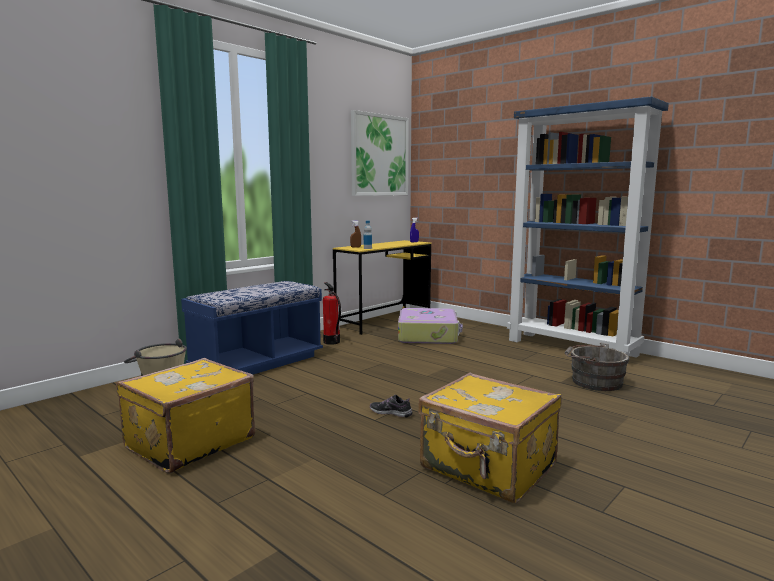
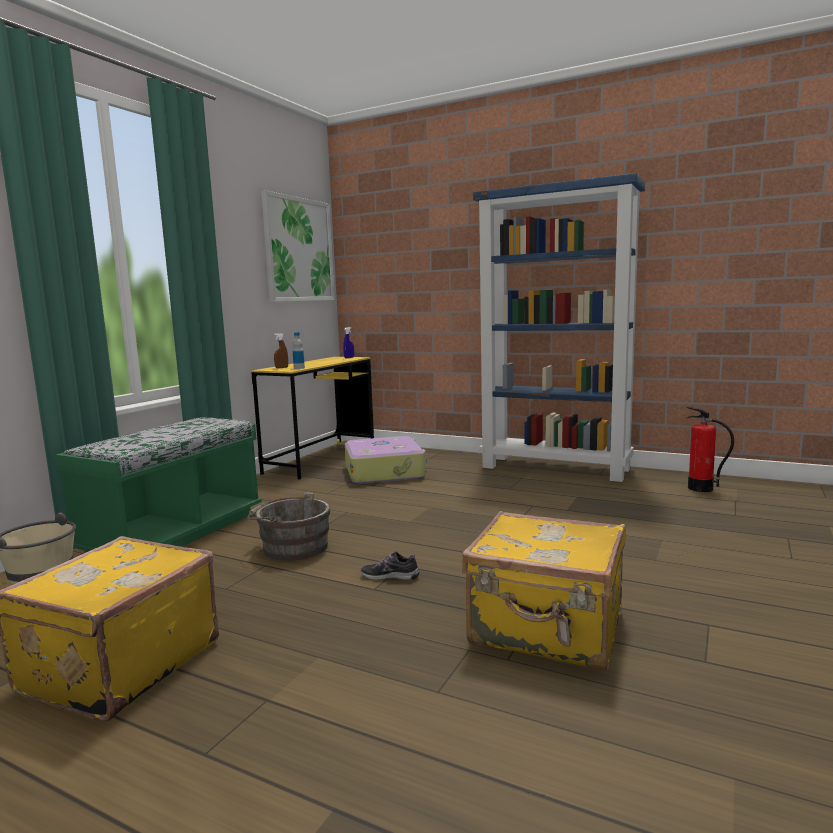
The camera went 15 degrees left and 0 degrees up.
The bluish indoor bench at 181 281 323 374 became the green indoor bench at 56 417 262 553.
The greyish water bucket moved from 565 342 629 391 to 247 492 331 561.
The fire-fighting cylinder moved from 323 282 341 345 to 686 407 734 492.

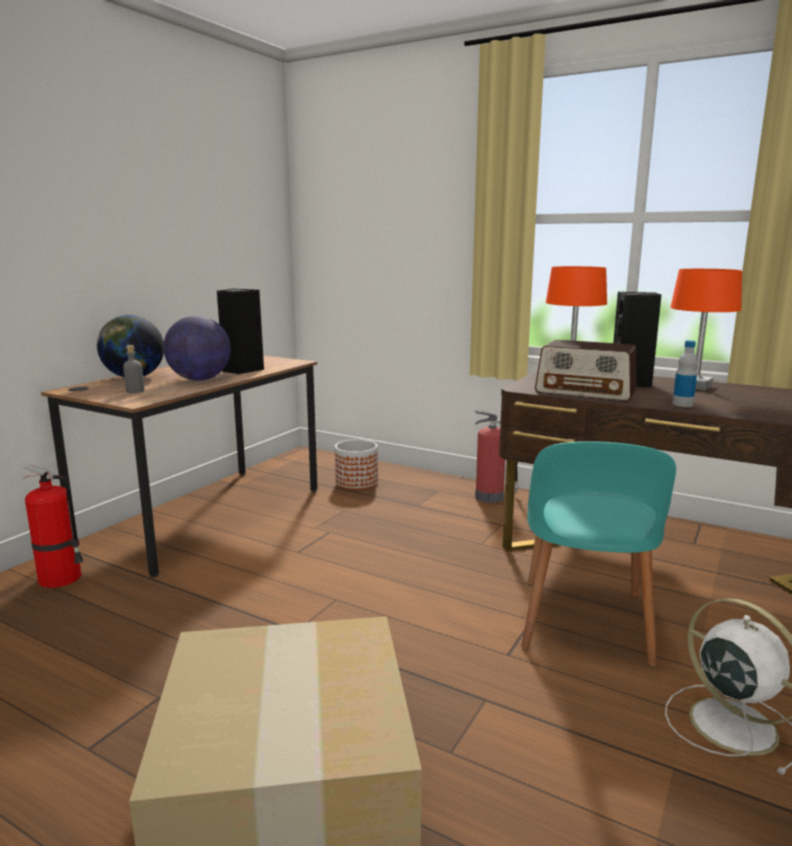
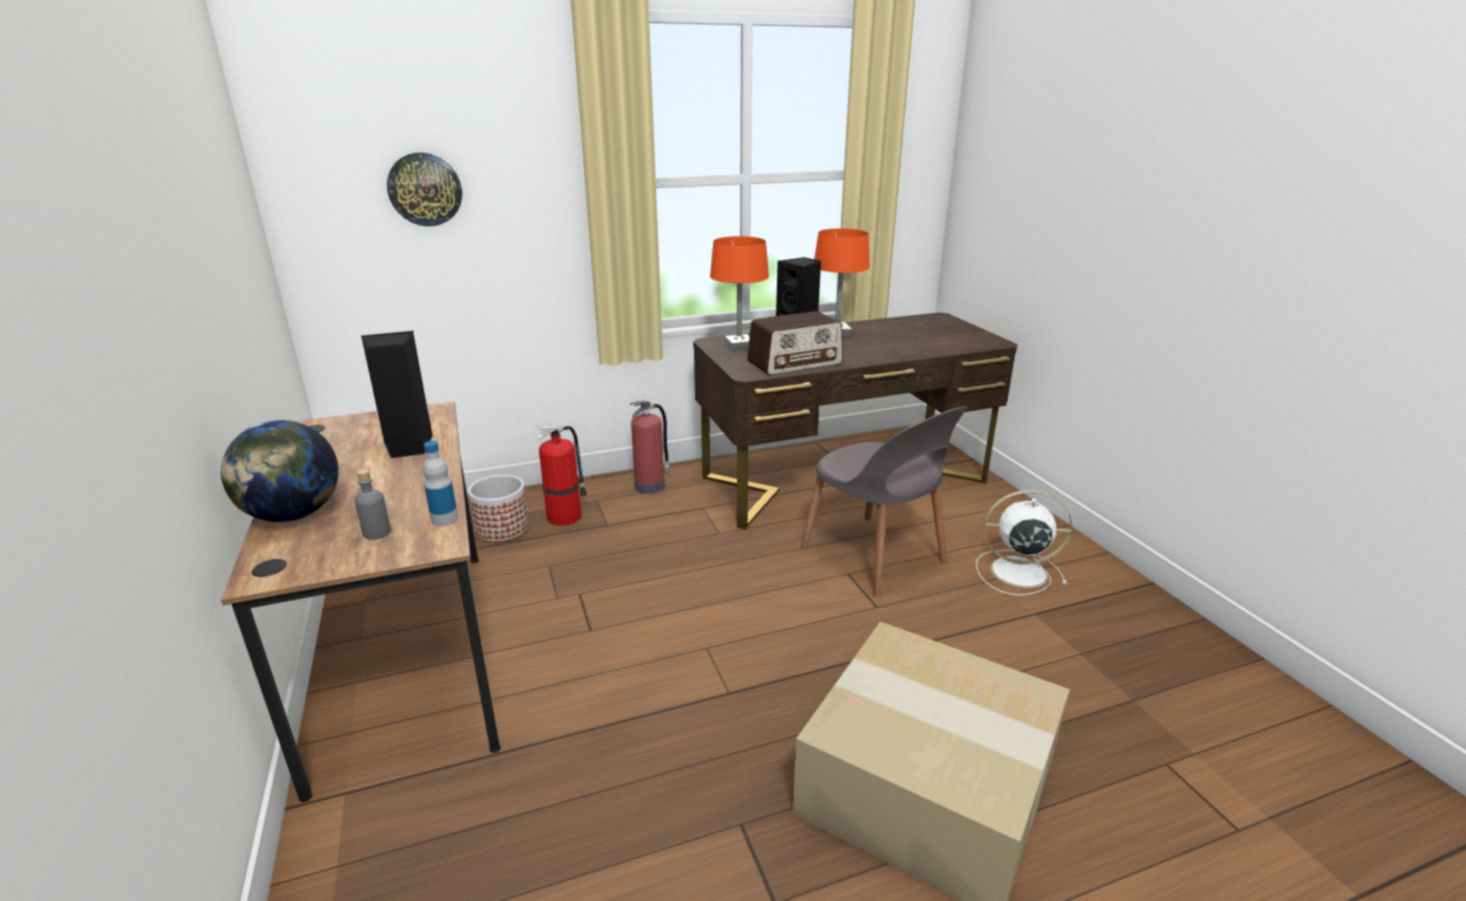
The camera went 50 degrees left and 10 degrees up.
The hanging clock at 387 152 462 226 appeared.
The bottle moved from 672 340 698 407 to 423 441 458 526.
The fire-fighting cylinder moved from 22 465 83 588 to 535 426 587 526.
The blue-green chair at 521 441 676 667 became the greyish chair at 801 406 968 597.
The world globe at 163 316 231 381 disappeared.

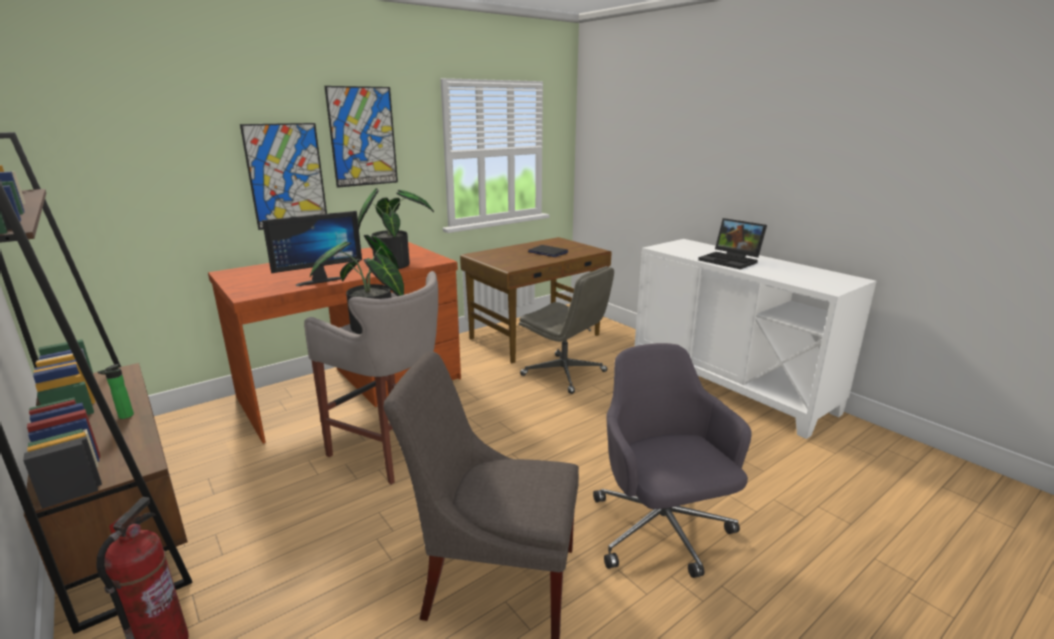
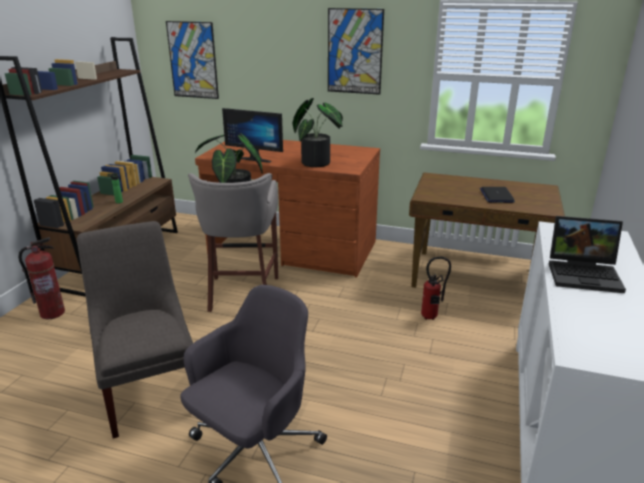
The camera went 55 degrees right and 5 degrees up.
The picture moved from 240 123 327 230 to 166 21 219 99.
The greyish computer chair at 519 266 614 394 was replaced by the fire-fighting cylinder at 421 257 451 320.
The laptop at 698 218 767 270 turned 90 degrees counterclockwise.

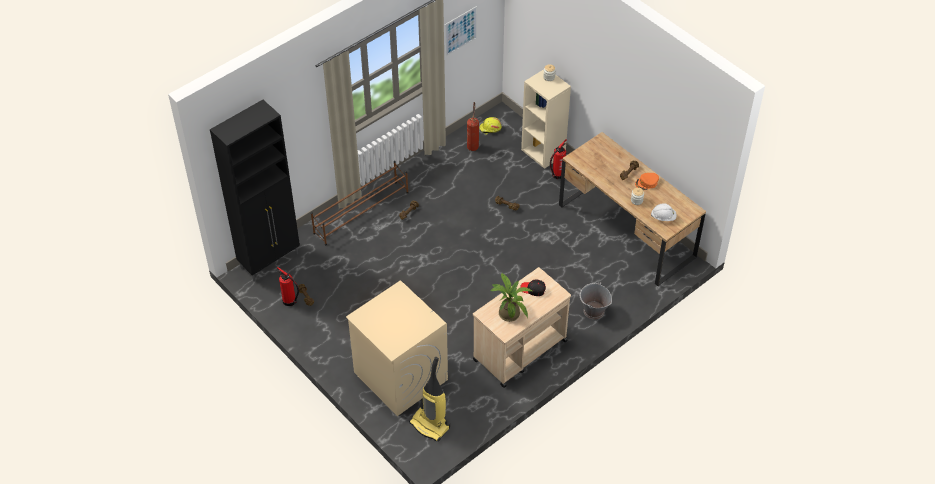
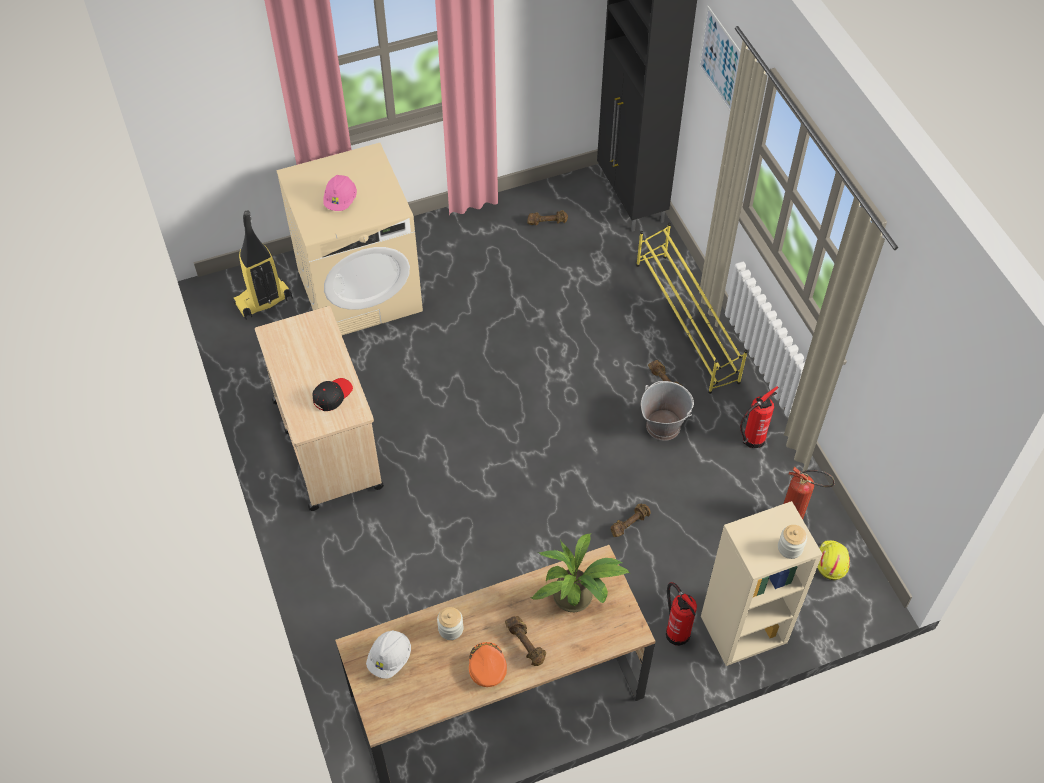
The camera went 110 degrees right and 5 degrees up.
The pinkish safety helmet at 323 175 357 211 appeared.
The plant in a pot moved from 490 273 532 322 to 530 534 630 612.
The brown-coloured shoe shelf at 311 161 409 245 became the yellow-coloured shoe shelf at 636 223 748 394.
The greyish water bucket moved from 580 282 612 320 to 641 381 694 441.
The picture moved from 445 6 477 57 to 699 6 741 111.
The fire-fighting cylinder moved from 277 267 299 306 to 740 386 779 448.

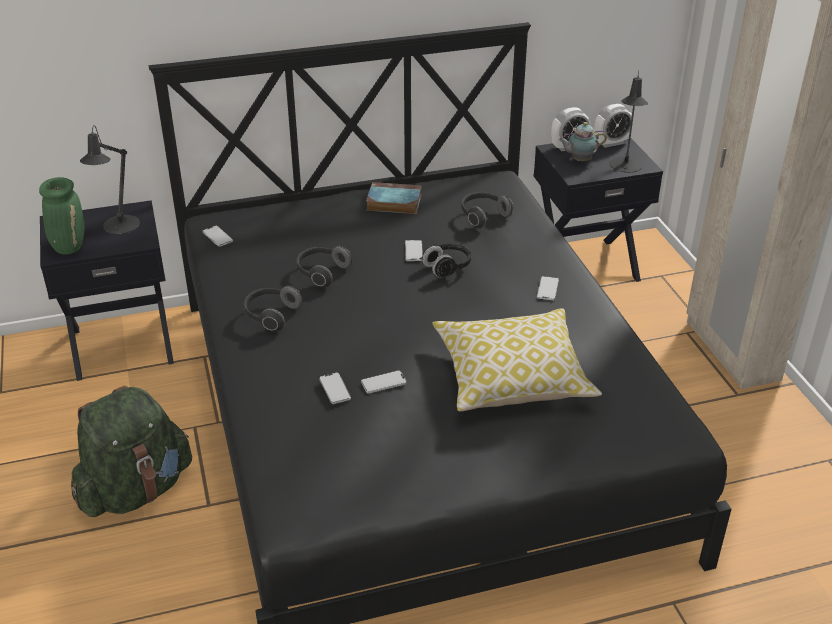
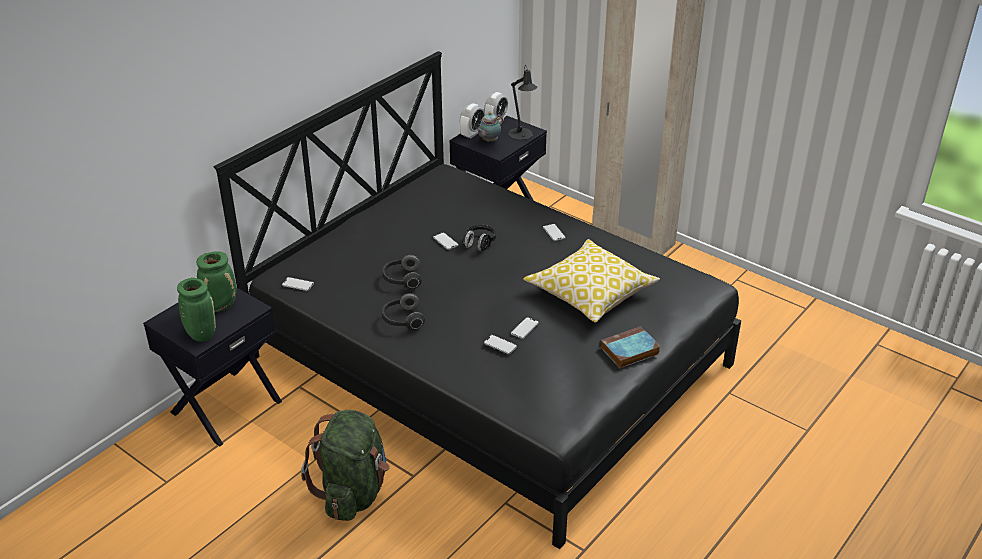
The camera went 35 degrees left and 0 degrees up.
The blackish tabletop lamp at 80 125 140 234 was replaced by the green flower vase at 196 251 236 312.
The bound book moved from 366 182 422 214 to 600 326 660 368.
The pair of headphones at 461 192 513 228 disappeared.

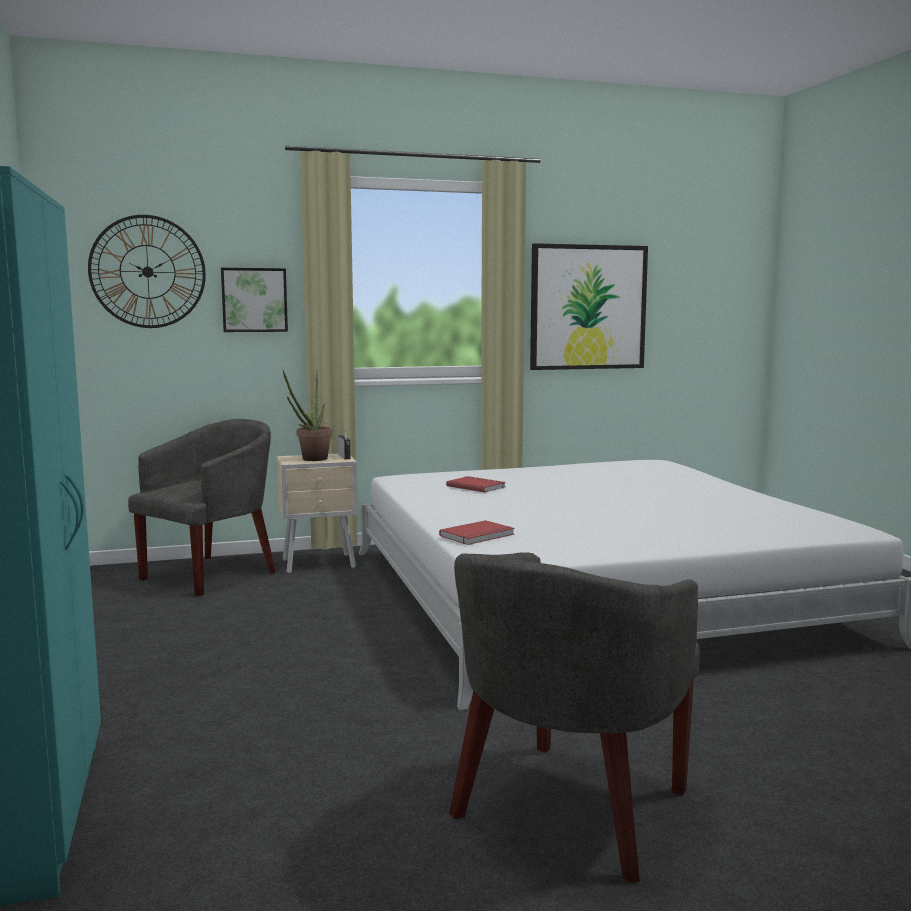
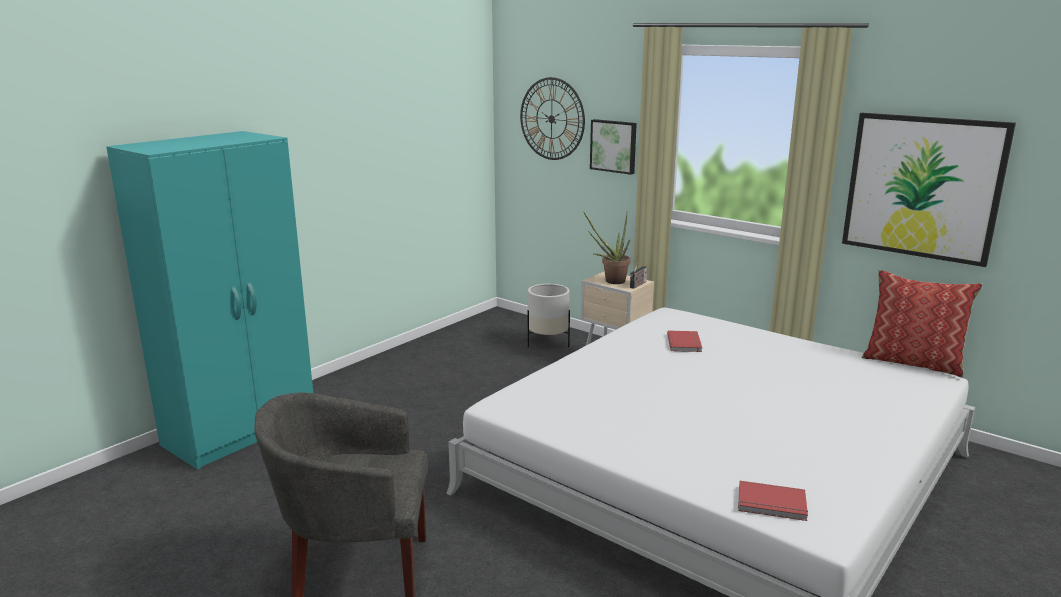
The camera went 55 degrees right and 10 degrees up.
The greyish easy chair at 128 419 276 596 was replaced by the white plant pot at 528 284 570 347.
The red bound book moved from 439 520 515 545 to 738 481 808 521.
The cushion at 862 270 983 377 appeared.

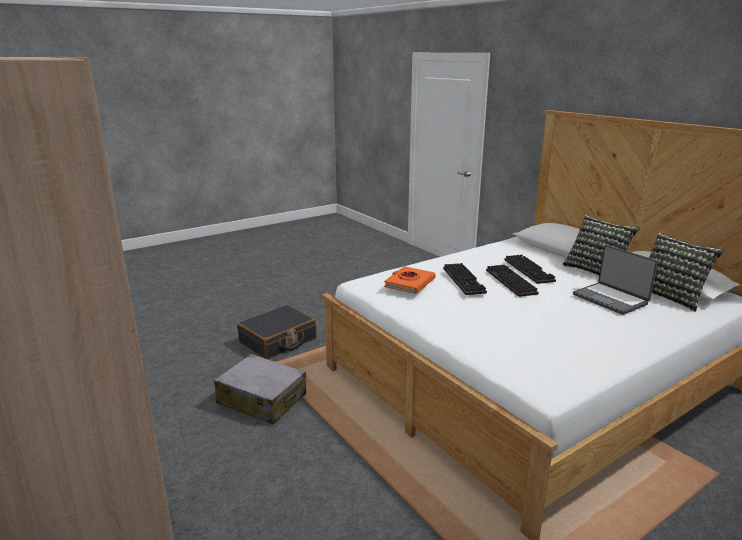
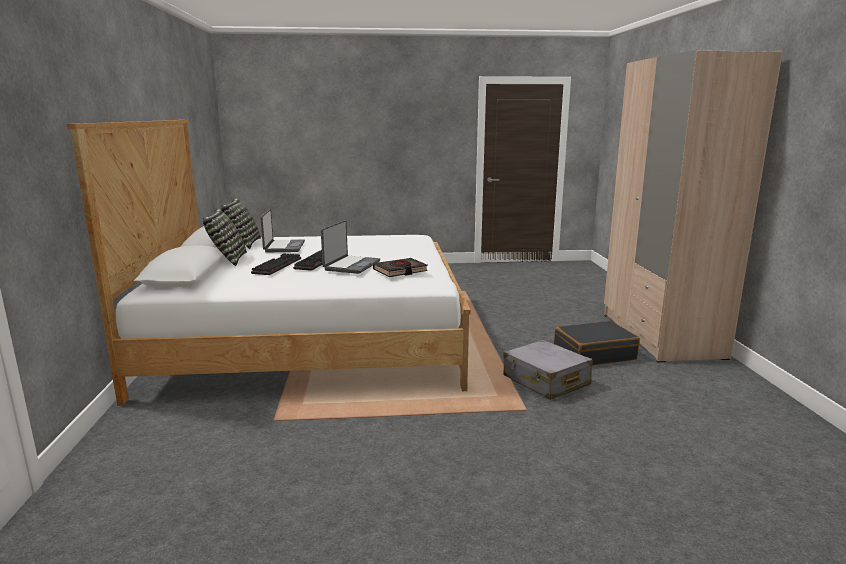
The camera went 150 degrees left and 5 degrees down.
The keyboard at 443 263 487 295 was replaced by the laptop at 321 220 380 274.
The orange bound book at 384 266 436 294 became the blackish bound book at 373 258 428 277.
The blackish travel case moved from 237 305 317 359 to 554 321 640 365.

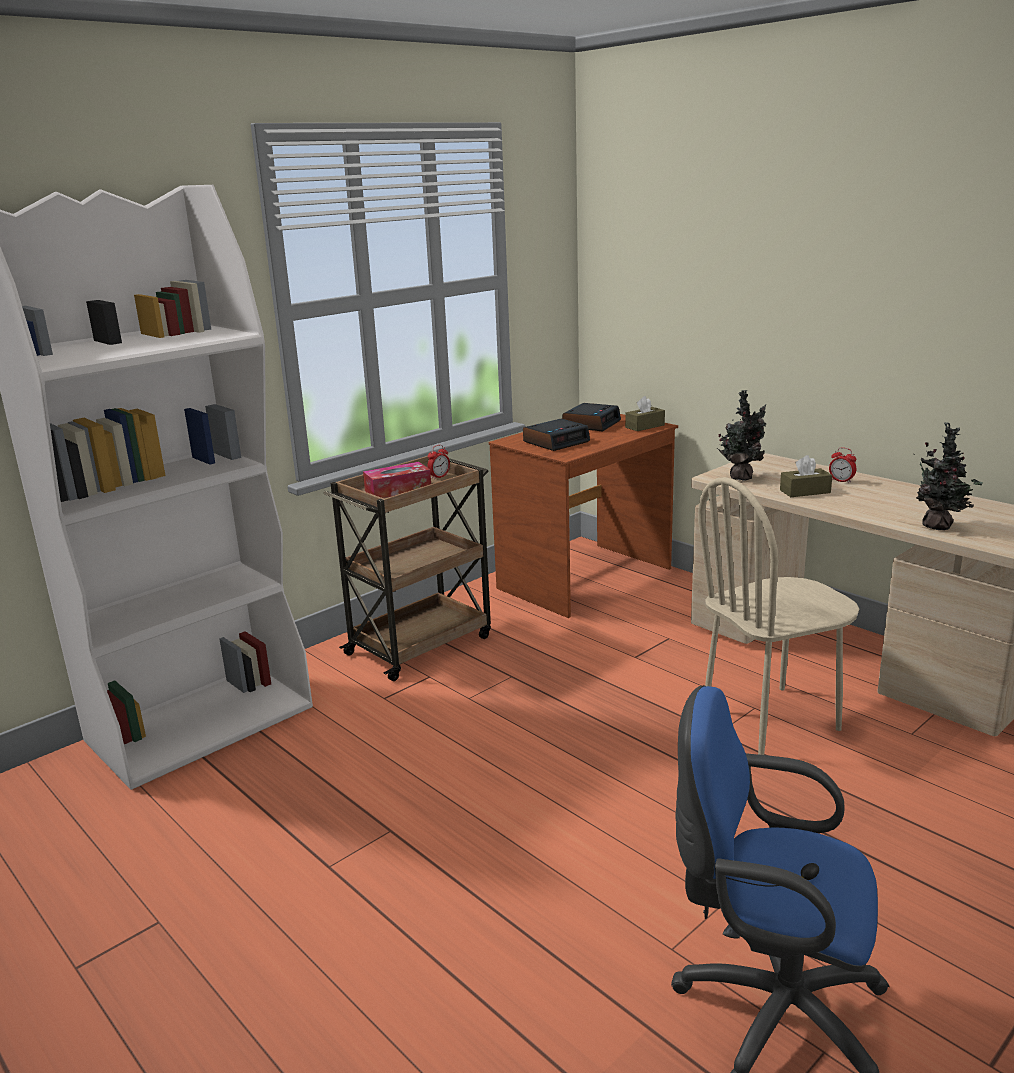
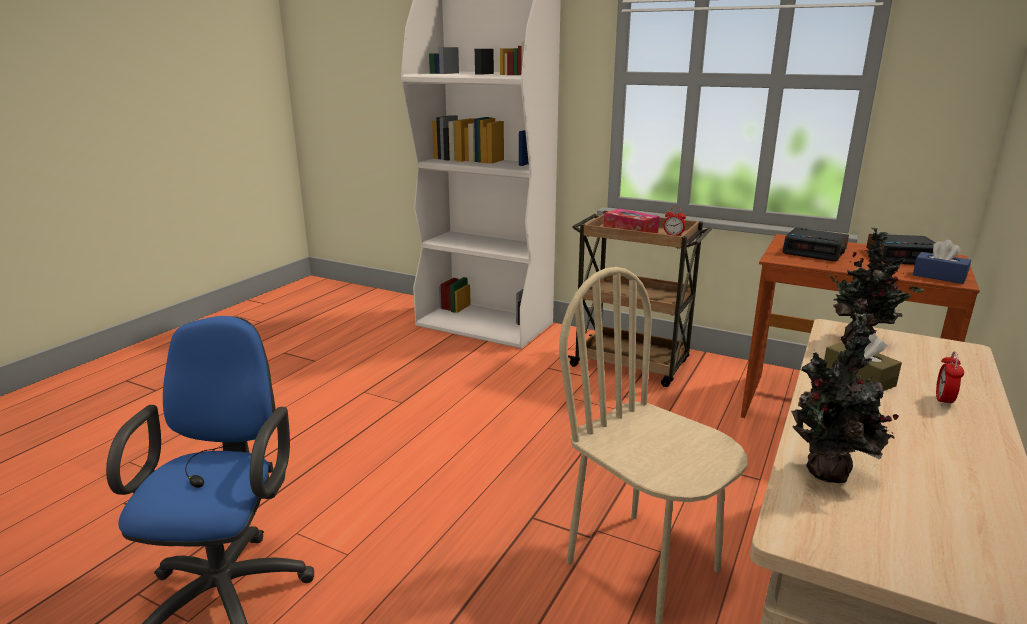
The camera went 70 degrees right and 0 degrees up.
The brown-coloured box of tissues at 625 396 665 431 became the bluish box of tissues at 913 240 971 284.

